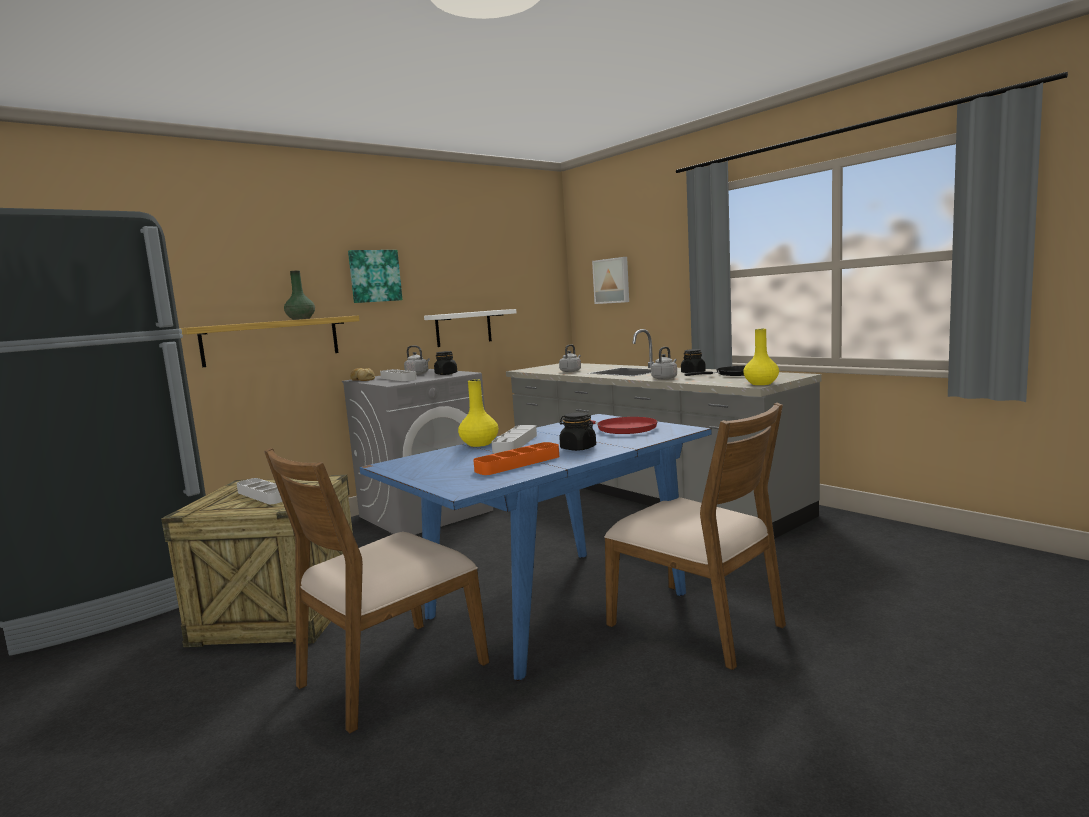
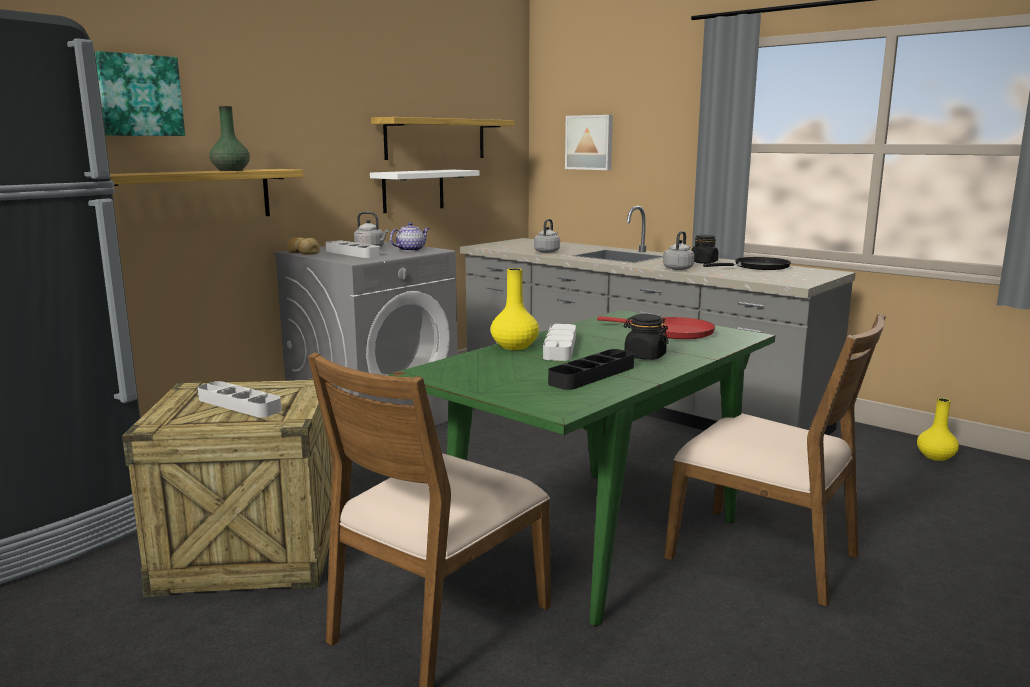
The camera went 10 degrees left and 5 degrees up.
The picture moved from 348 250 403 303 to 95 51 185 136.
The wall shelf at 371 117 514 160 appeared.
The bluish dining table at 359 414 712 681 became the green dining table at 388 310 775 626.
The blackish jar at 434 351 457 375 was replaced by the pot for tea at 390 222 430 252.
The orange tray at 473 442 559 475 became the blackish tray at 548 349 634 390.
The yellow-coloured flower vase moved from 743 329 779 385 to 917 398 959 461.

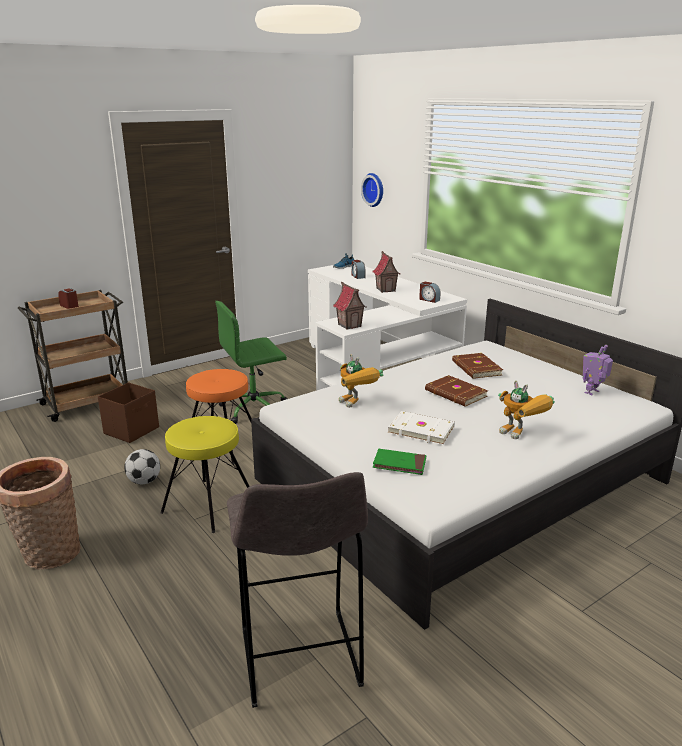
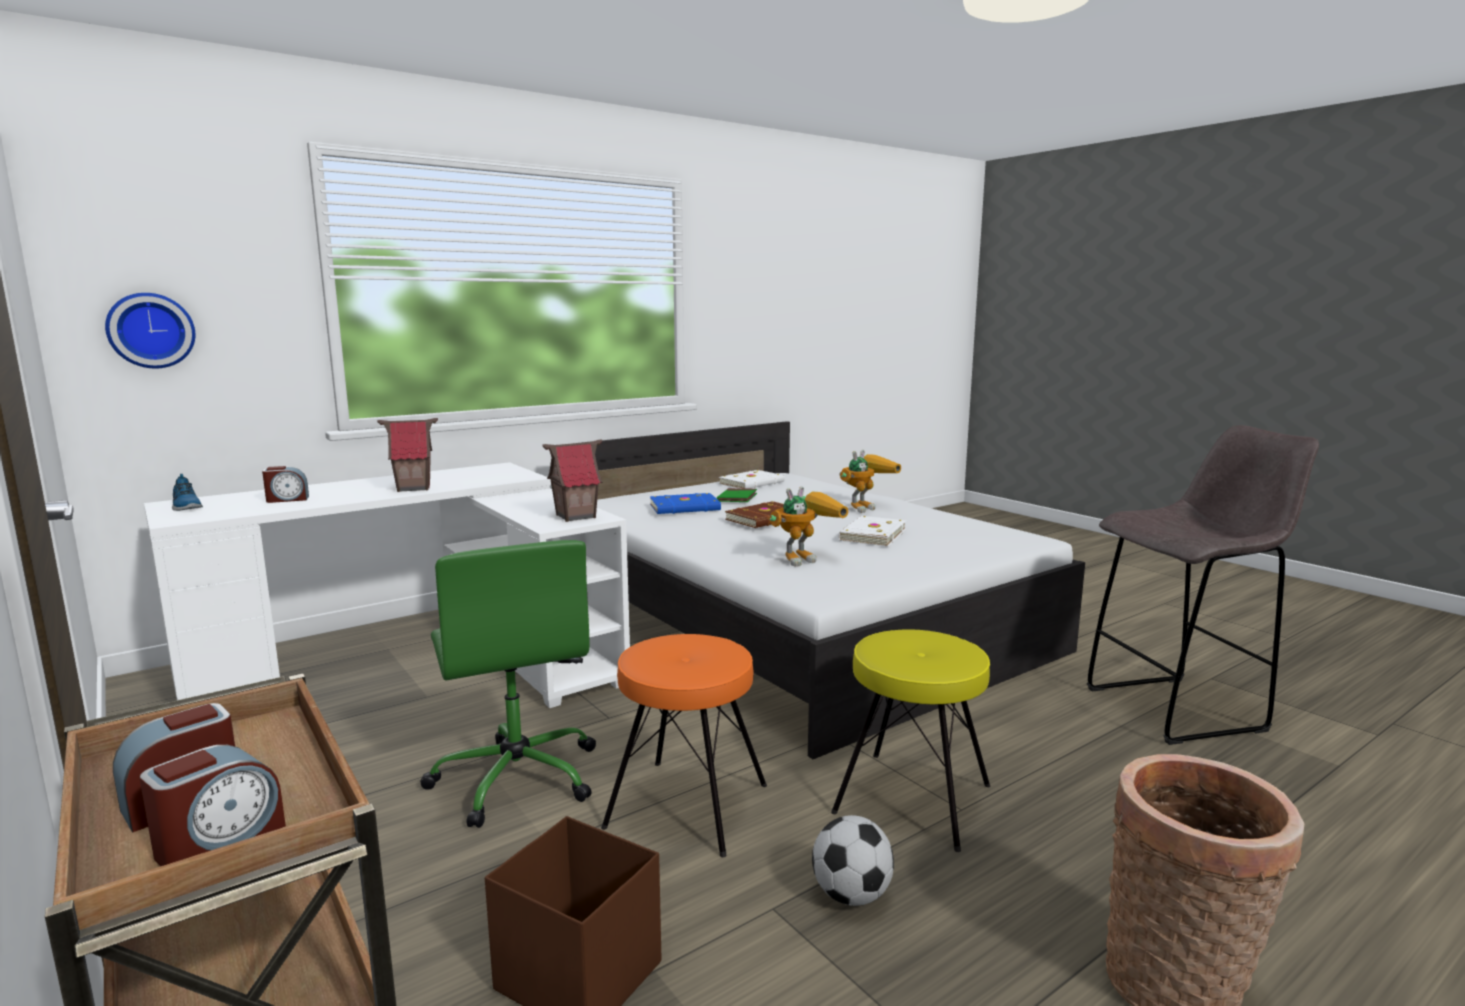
The camera went 90 degrees left and 10 degrees down.
The bedside clock moved from 419 282 441 303 to 140 745 286 866.
The brown-coloured bound book at 452 353 503 379 became the bluish bound book at 650 493 721 514.
The green bound book moved from 373 449 426 475 to 717 488 757 502.
The robot figure at 583 345 613 396 was replaced by the white bound book at 719 470 785 489.

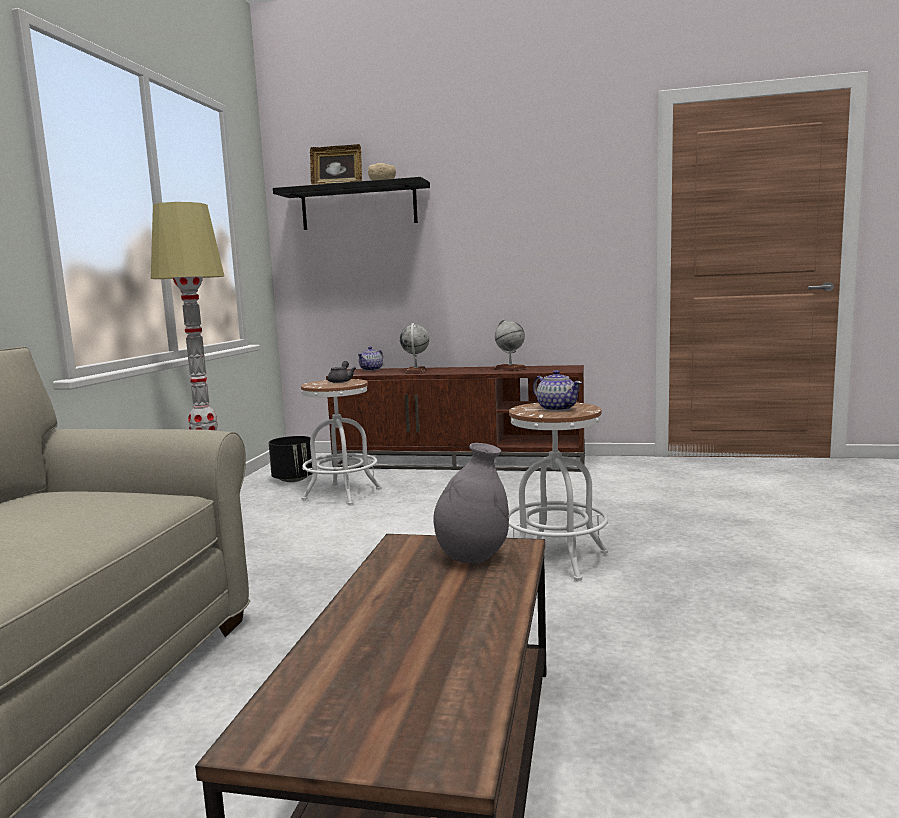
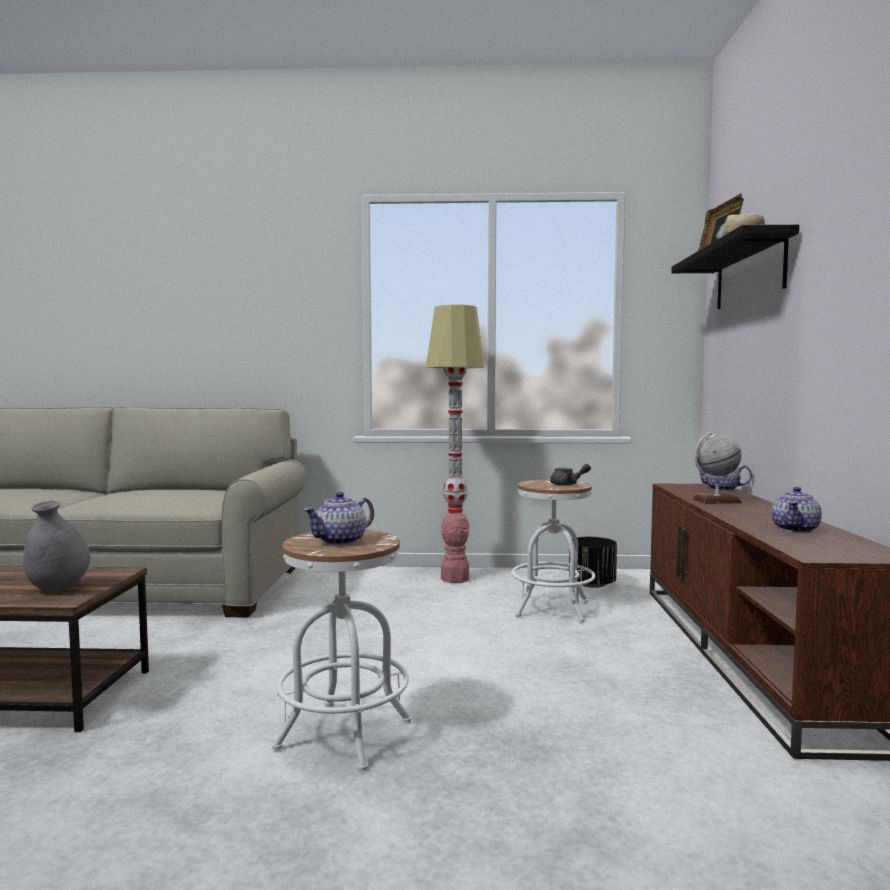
The camera went 80 degrees right and 5 degrees down.
The world globe at 494 319 527 371 was replaced by the pot for tea at 772 487 822 533.

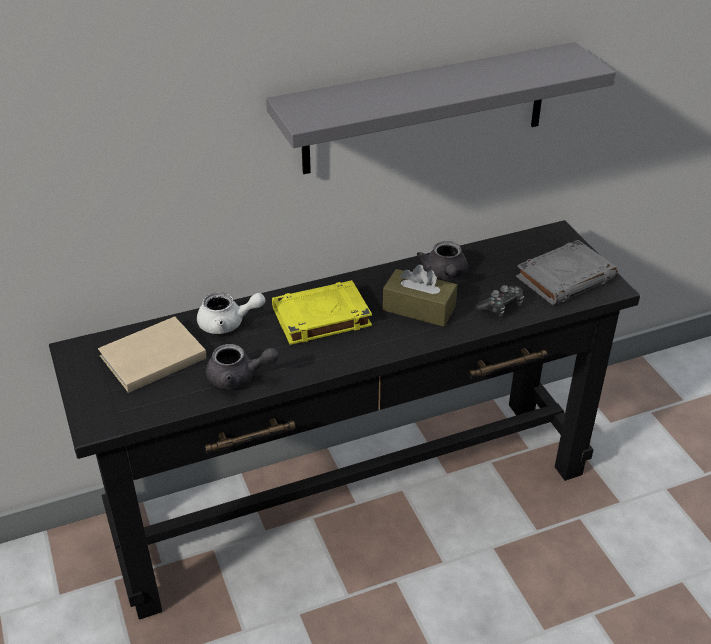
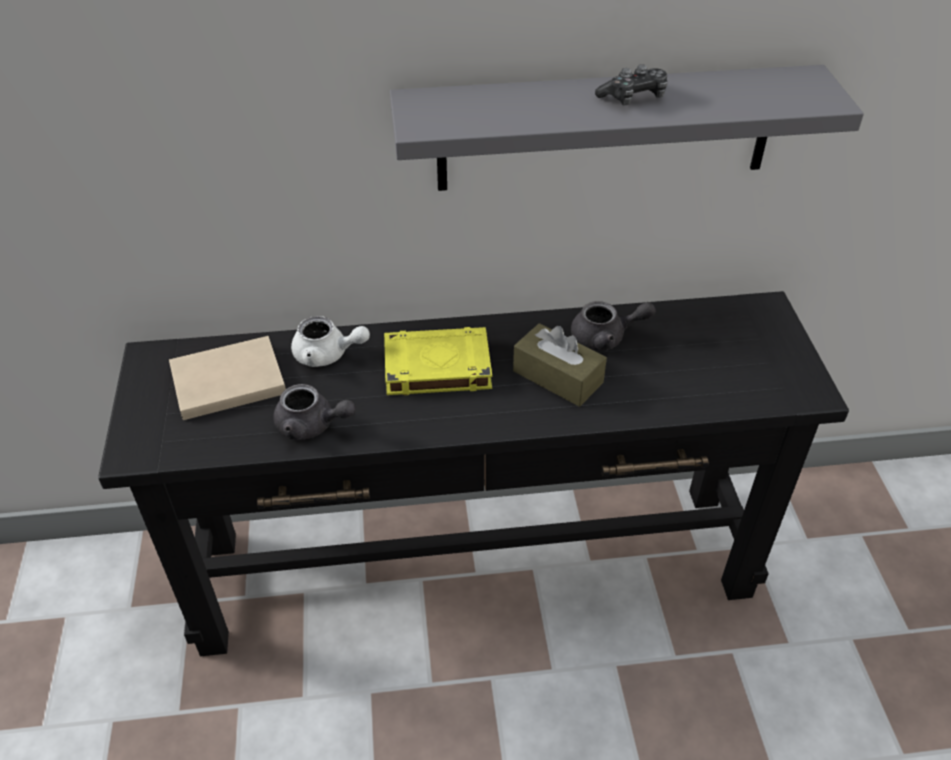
The camera went 15 degrees right and 5 degrees up.
The greyish pot for tea at 417 241 468 280 turned 105 degrees counterclockwise.
The game controller moved from 475 285 524 317 to 595 64 667 105.
The greyish bound book at 516 240 618 305 disappeared.

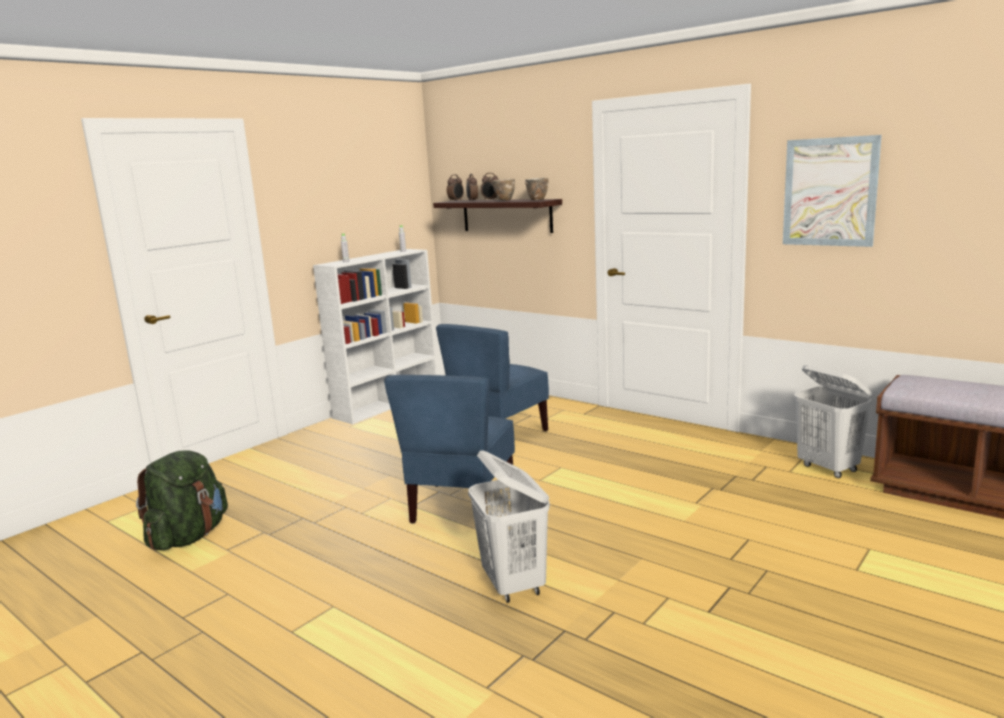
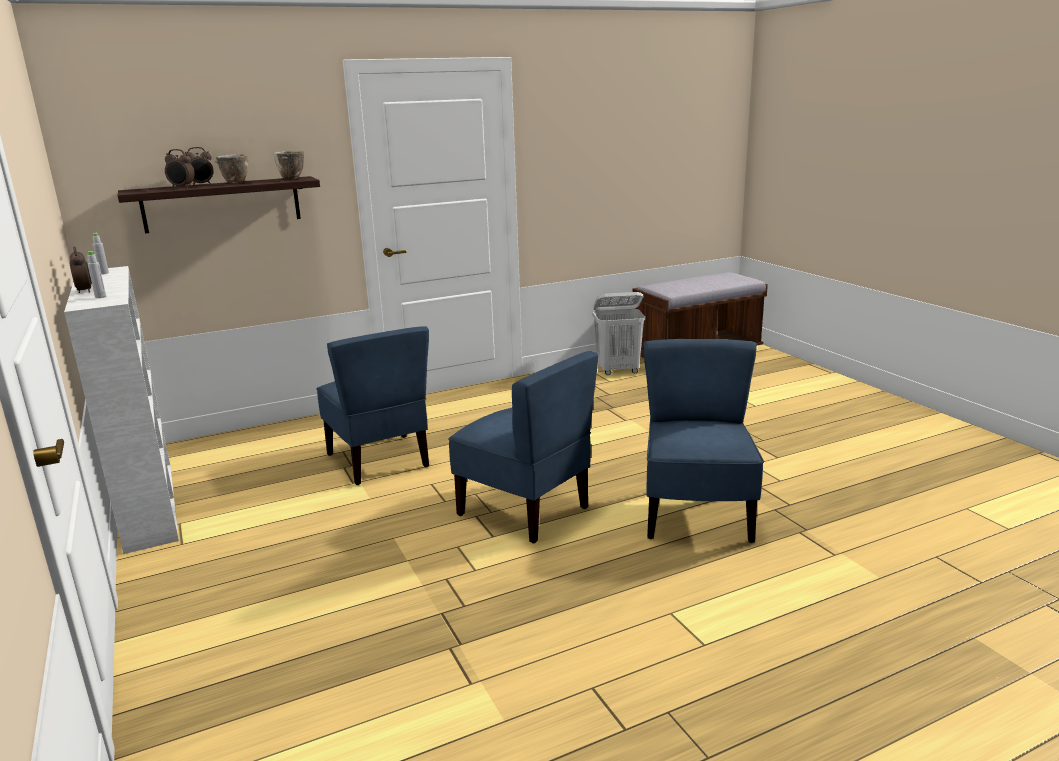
The camera went 65 degrees left and 5 degrees up.
The bedside clock moved from 447 174 464 201 to 69 247 92 293.
The white laundry basket at 468 451 550 603 was replaced by the bluish chair at 643 339 764 543.
The green rucksack at 136 450 228 550 disappeared.
The picture at 783 135 882 247 disappeared.

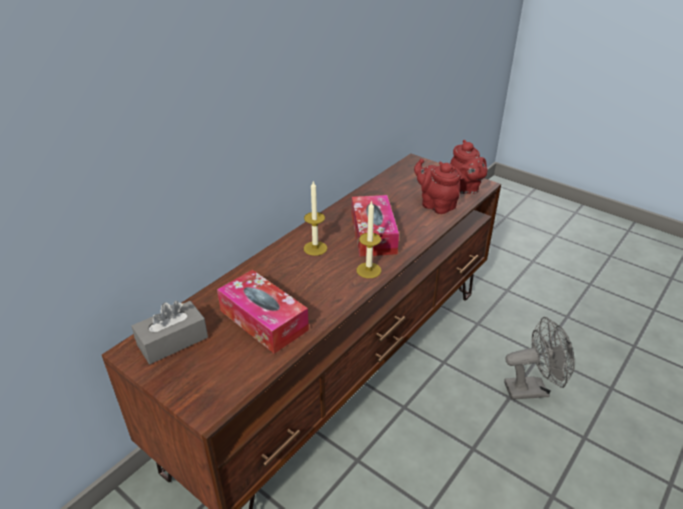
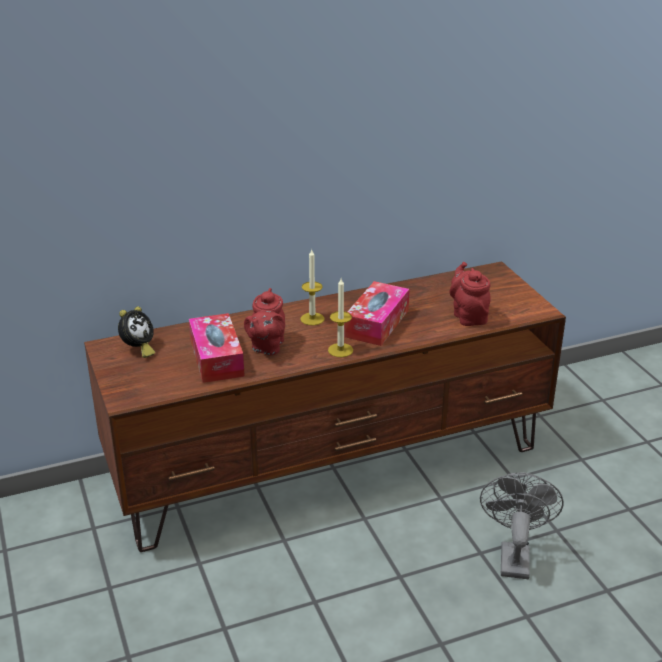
The camera went 30 degrees right and 5 degrees down.
The greyish box of tissues at 131 301 208 364 was replaced by the bedside clock at 118 307 155 358.
The red pot for tea moved from 450 140 488 194 to 244 288 285 356.
The greyish fan at 504 317 575 400 turned 105 degrees counterclockwise.

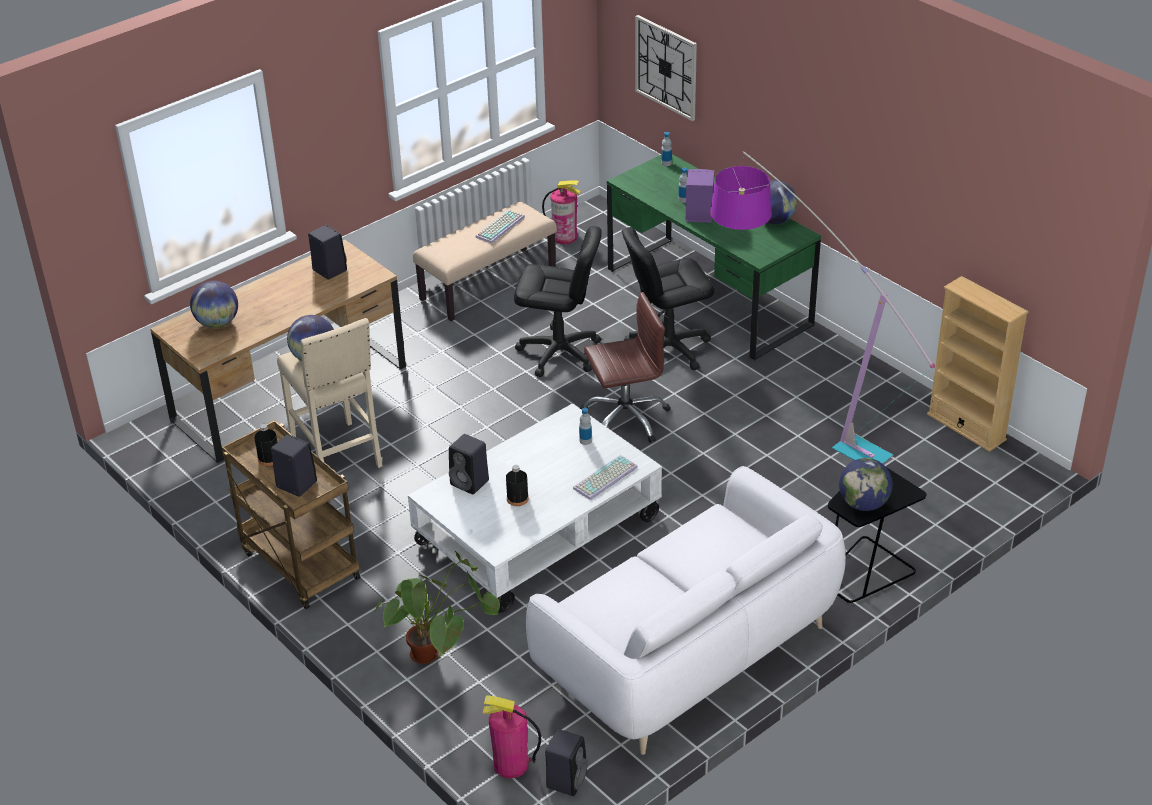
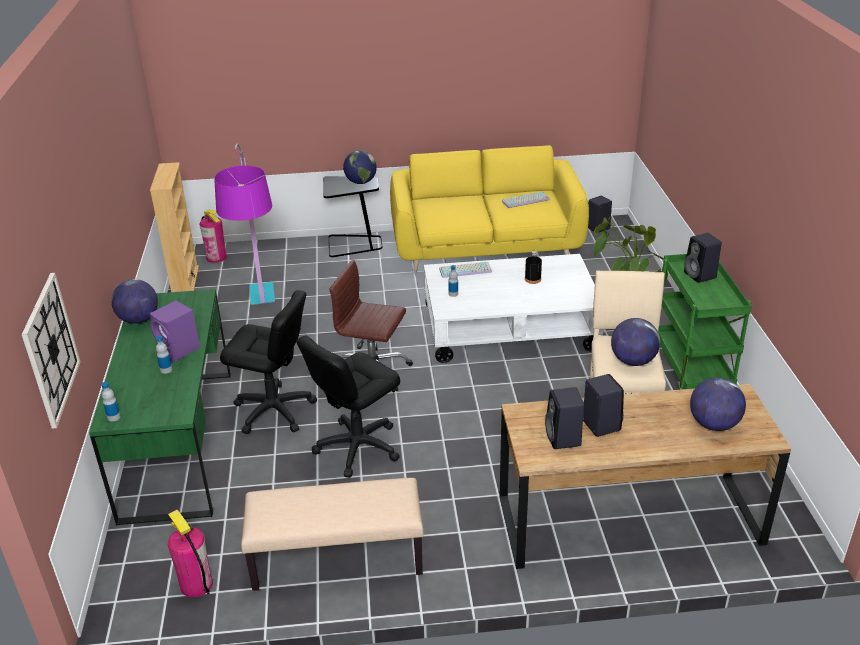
The camera went 145 degrees left and 5 degrees down.
The fire-fighting cylinder moved from 482 695 541 778 to 199 210 227 263.
The blackish computer chair at 514 226 602 377 turned 90 degrees counterclockwise.
The white sofa at 526 466 846 755 became the yellow-coloured sofa at 390 145 589 273.
The keyboard moved from 475 210 525 244 to 502 192 550 208.
The blackish audio speaker moved from 449 434 489 494 to 583 374 624 437.
The brown-coloured cart at 222 420 361 609 became the green cart at 658 254 752 390.
The blackish bottle at 254 424 277 466 disappeared.

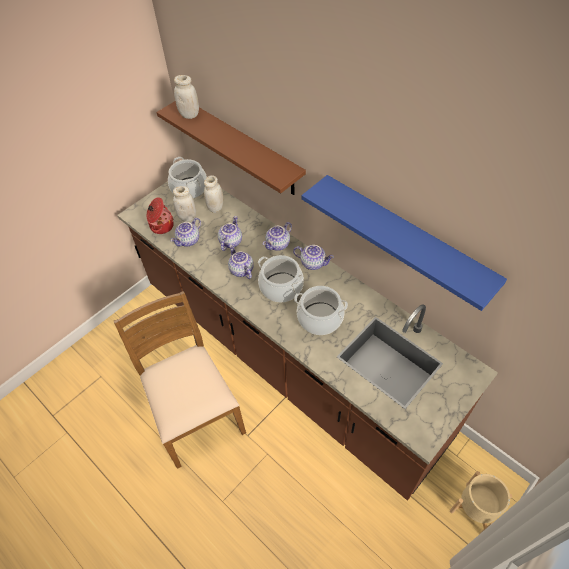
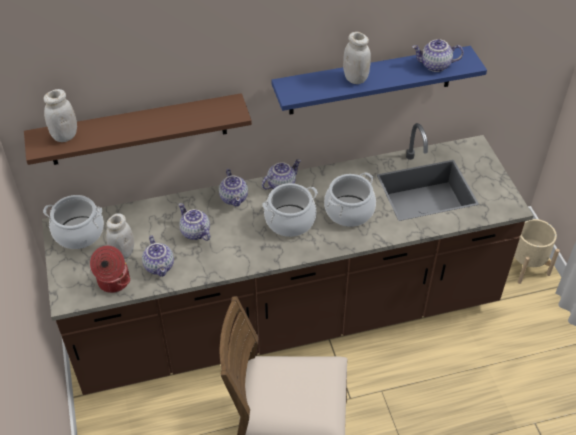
The camera went 60 degrees left and 5 degrees down.
The white jar moved from 204 175 223 213 to 343 32 371 84.
The pot for tea moved from 228 245 254 279 to 412 39 464 72.

